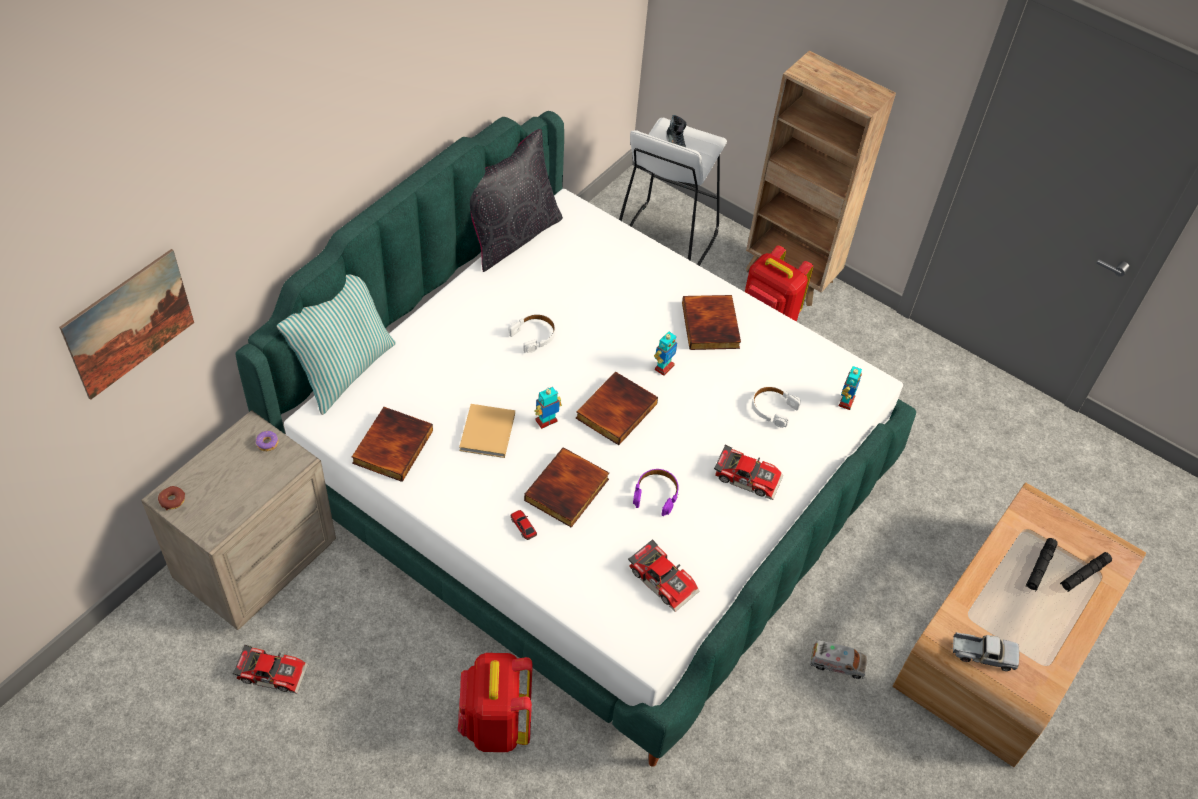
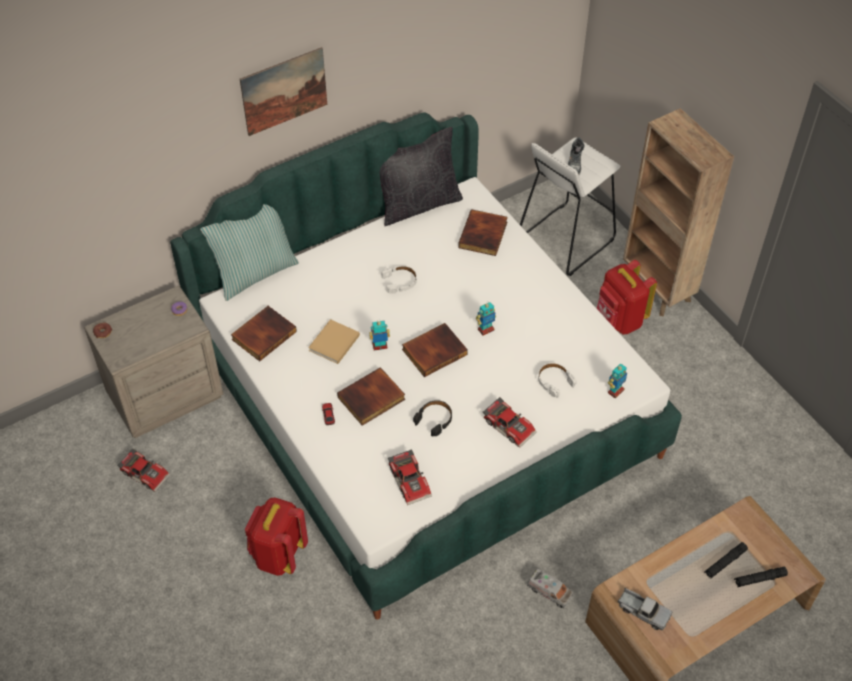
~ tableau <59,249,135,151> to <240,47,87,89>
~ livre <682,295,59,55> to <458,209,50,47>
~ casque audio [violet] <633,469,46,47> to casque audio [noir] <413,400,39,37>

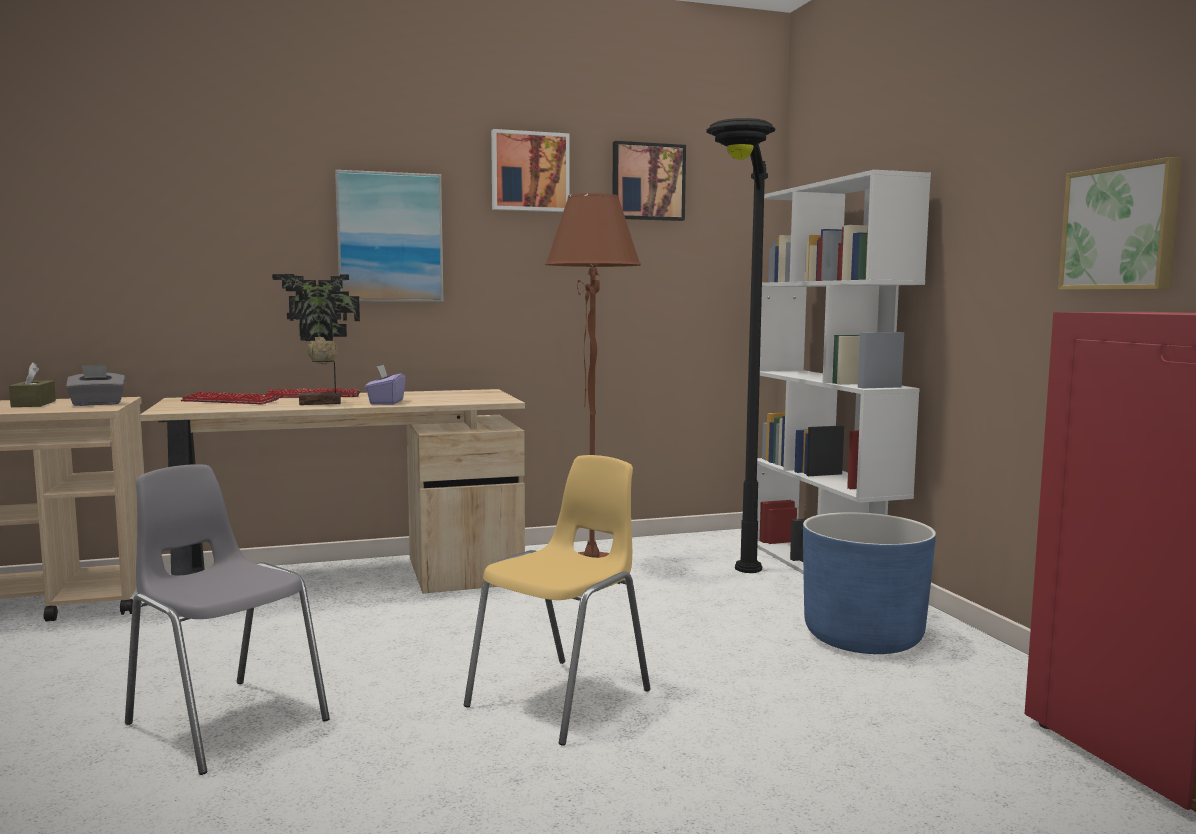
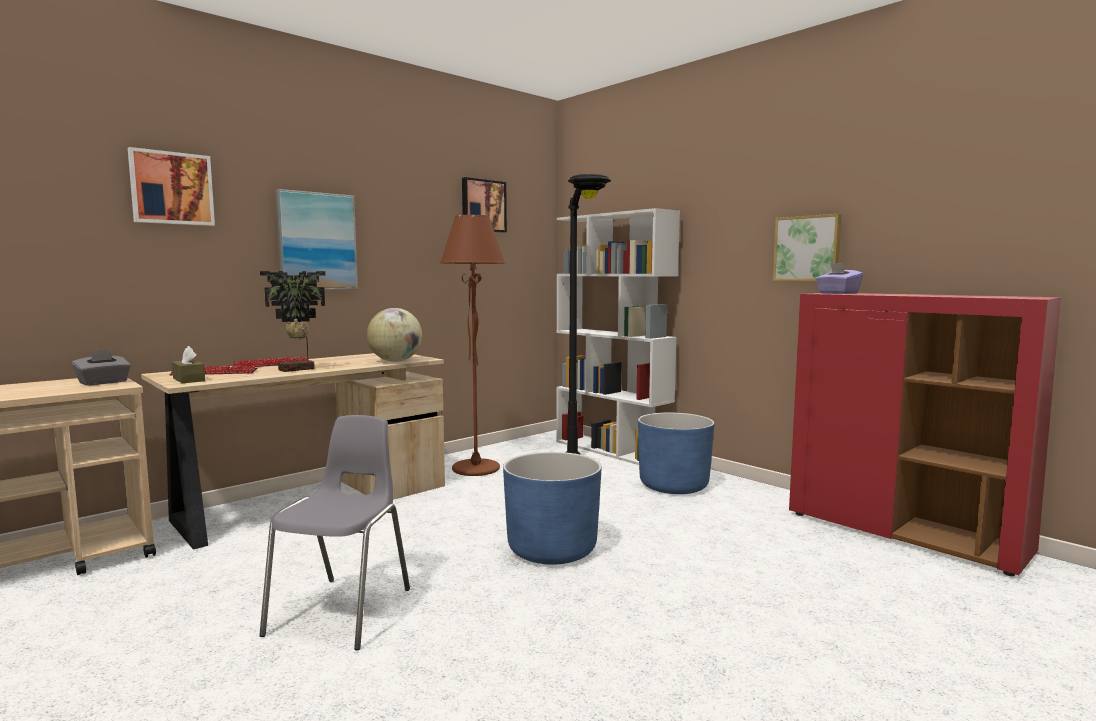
~ tableau <491,129,79,83> to <128,147,87,79>
~ boîte à mouchoirs [marron] <9,363,47,44> to <172,346,33,37>
~ boîte à mouchoirs [violet] <365,364,41,41> to <816,263,47,31>
~ chaise [jaune] <464,455,186,291> to cache-pot [bleu] <503,452,99,113>
~ chaise [gris] <125,464,205,311> = <259,415,151,235> 90 degrees clockwise
+ globe <367,308,55,54>

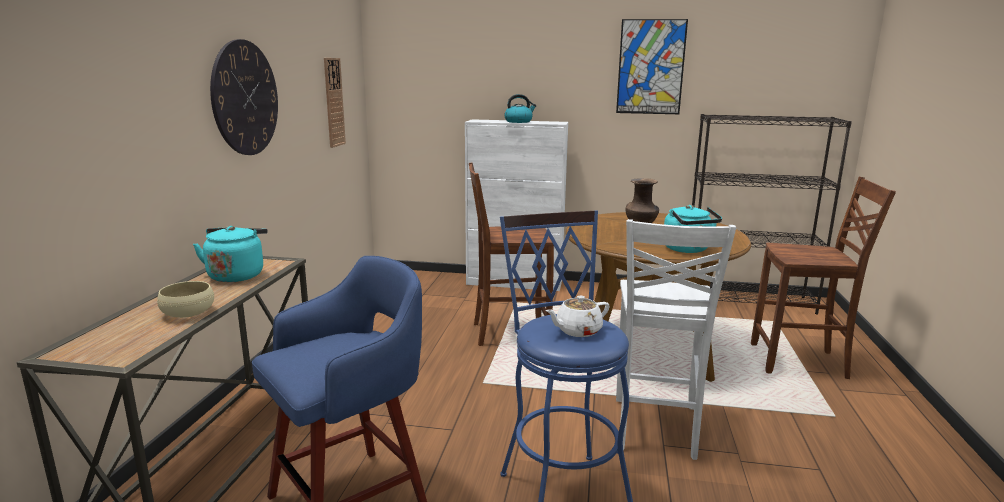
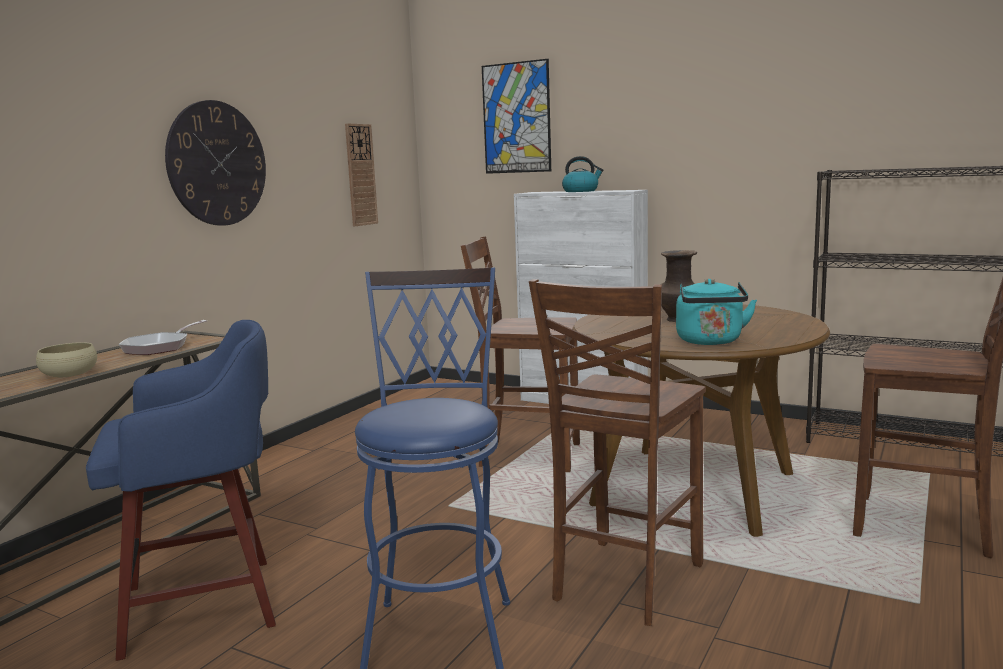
~ tableau <616,19,72,95> to <482,59,69,115>
~ chaise [blanc] <616,219,120,241> to chaise [marron] <529,279,177,347>
~ bouilloire [turquoise] <193,226,75,56> to poêle <119,320,88,35>
- théière [blanc] <546,296,64,41>

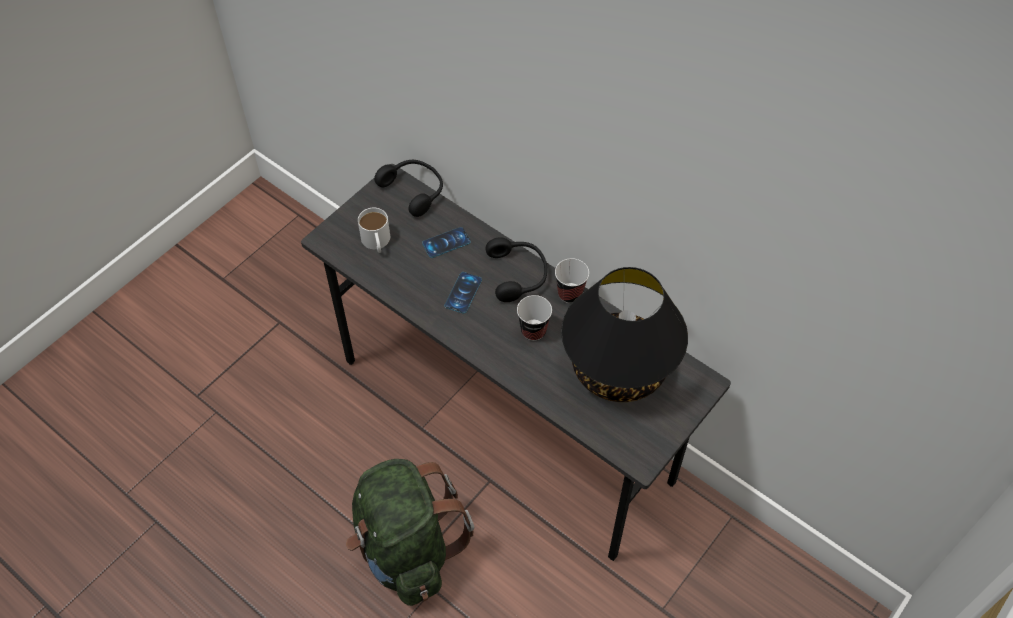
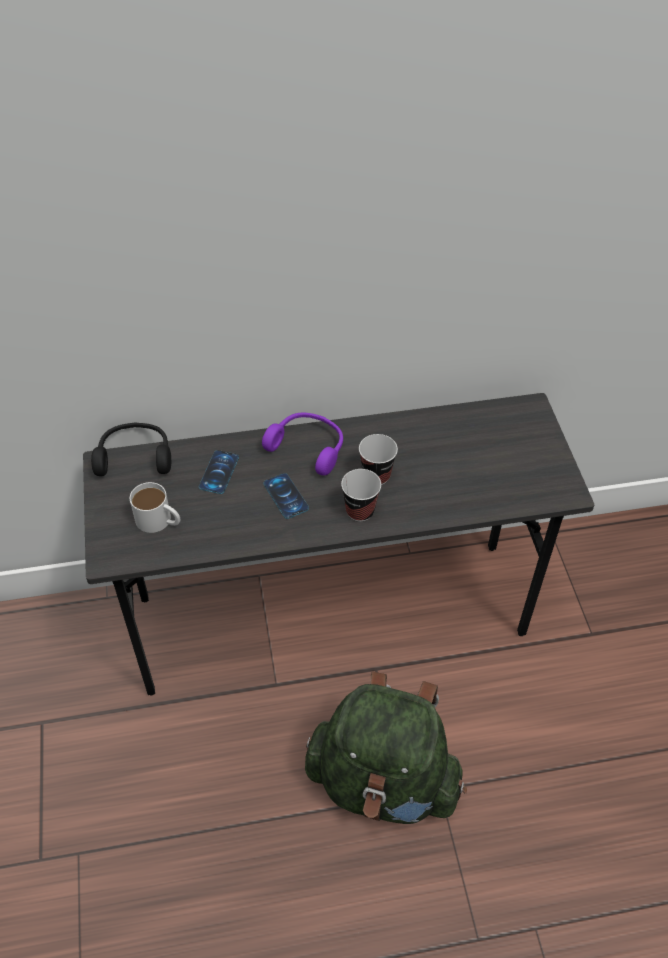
~ casque audio [noir] <485,237,62,65> to casque audio [violet] <262,412,81,64>
~ tasse <555,258,34,46> to <341,469,40,53>
- lampe de table [noir] <561,267,127,135>

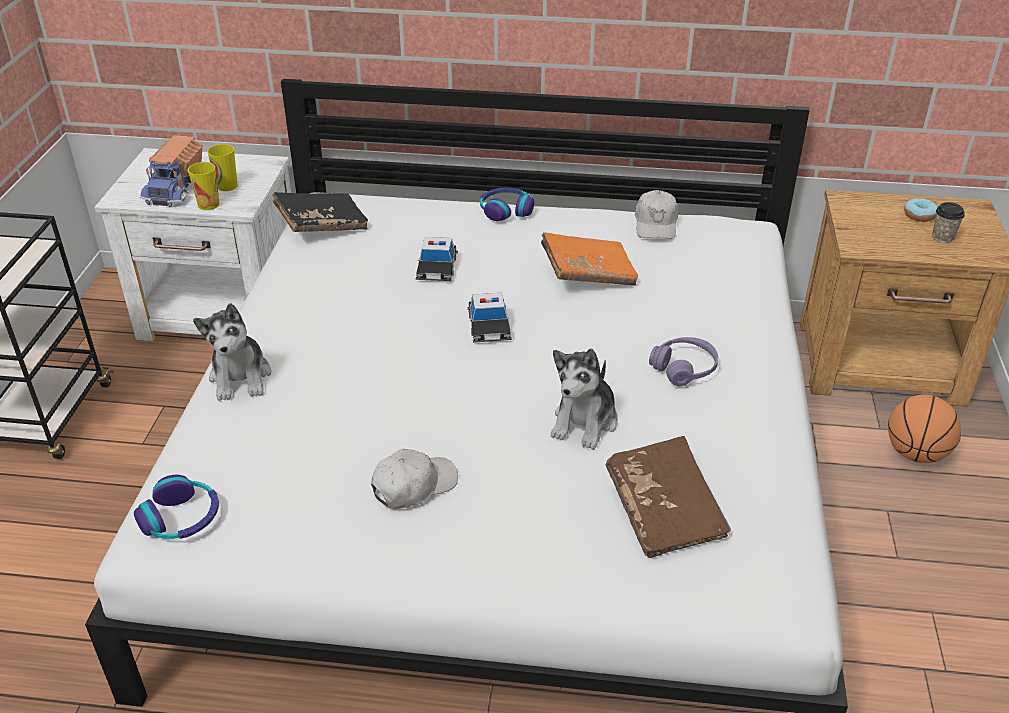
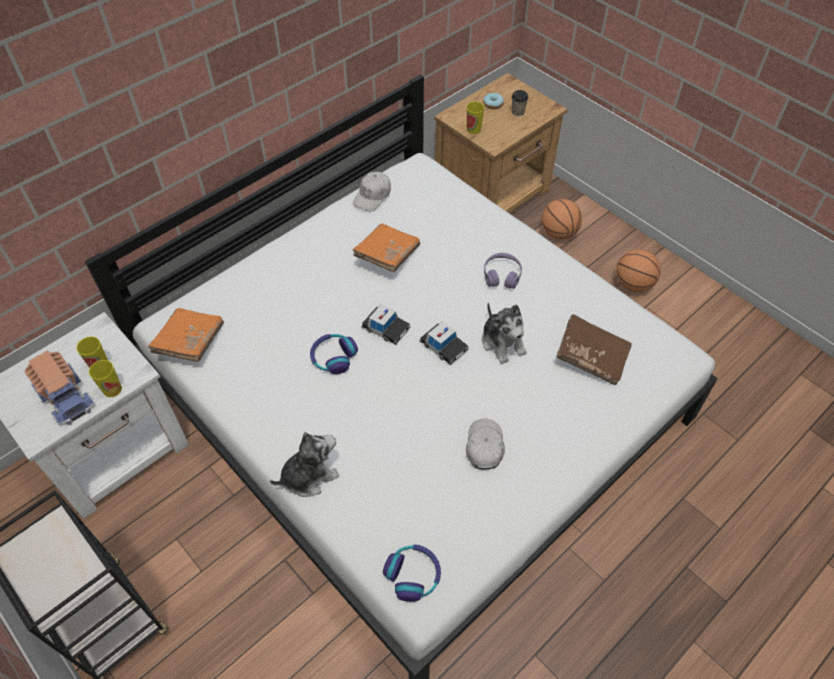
~ casque audio <480,188,54,33> to <310,334,48,40>
~ casquette [blanc] <635,190,43,49> = <353,172,38,39> 75 degrees clockwise
~ livre [noir] <273,192,95,40> to livre [orange] <148,308,76,54>
~ petite voiture <416,237,42,44> to <419,322,50,43>
~ peluche <193,303,78,98> = <270,432,69,65> 60 degrees counterclockwise
+ tasse <467,102,17,32>
+ ballon de basket <616,249,45,43>

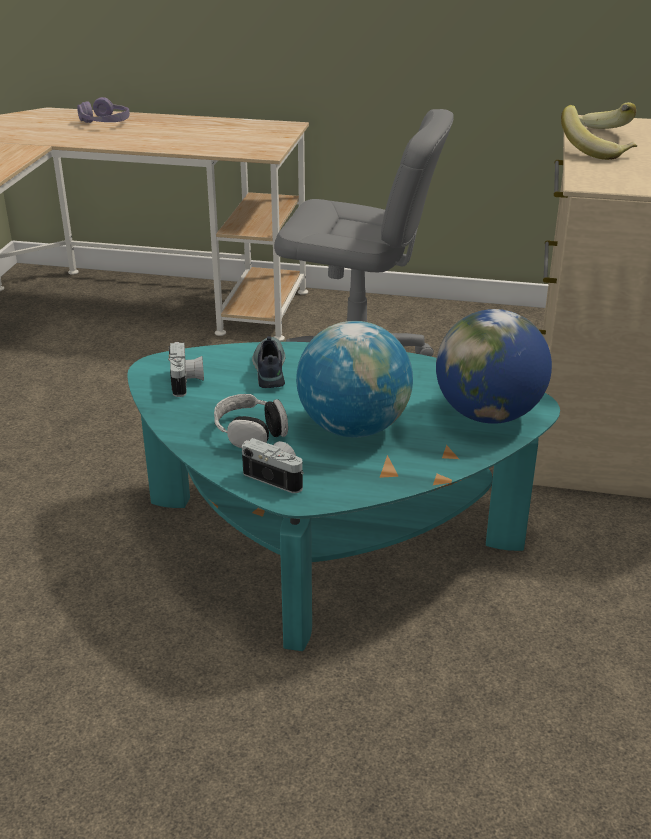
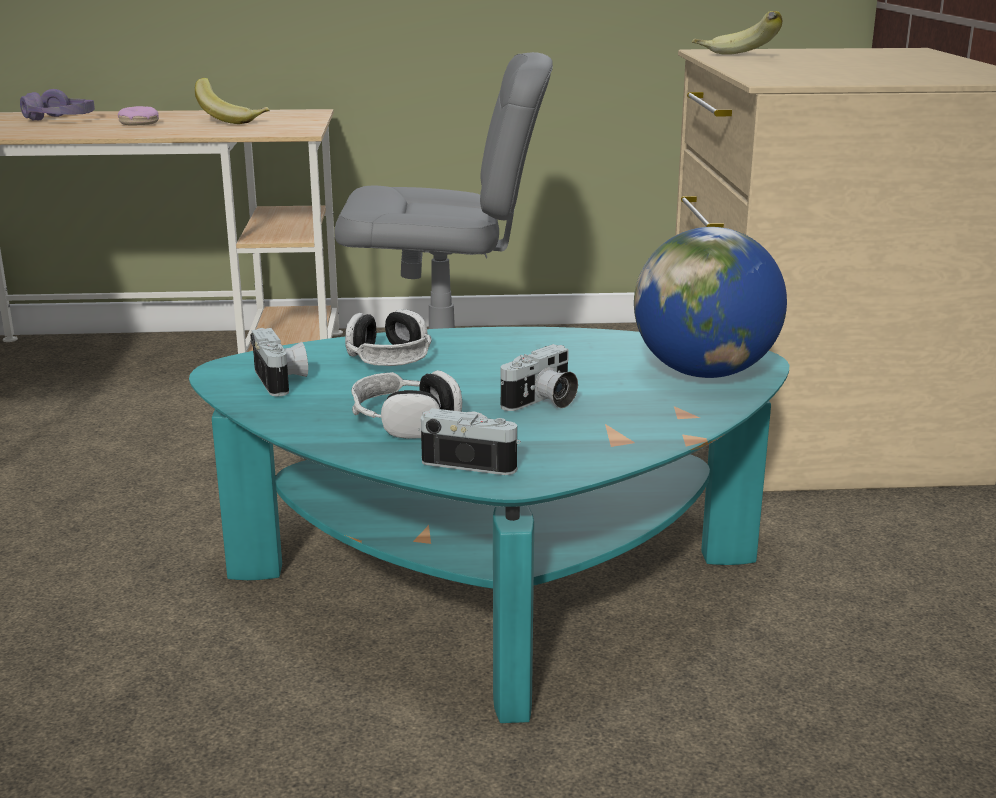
~ banane <561,105,76,55> to <195,78,75,46>
~ globe <296,321,117,116> to appareil photo <501,344,77,67>
~ chaussure <252,337,33,51> to casque audio <345,309,87,57>
+ beignet <118,106,41,20>

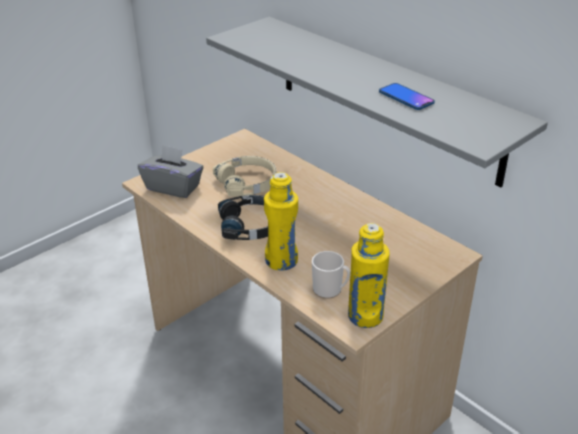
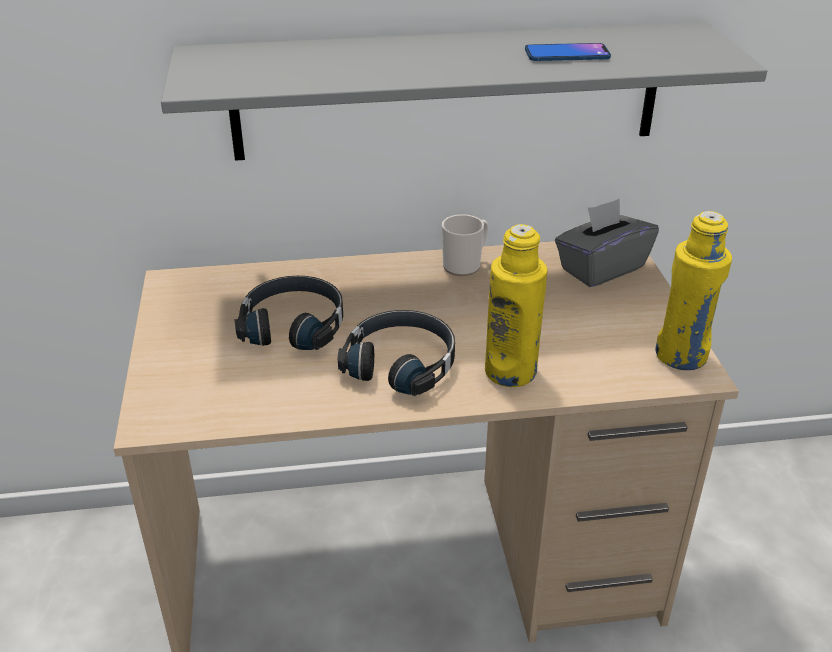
~ boîte à mouchoirs [gris] <138,145,65,53> to <555,198,104,89>
~ casque audio [beige] <213,156,64,40> to casque audio [noir] <234,276,109,74>
~ mug <312,251,39,48> to <442,214,46,62>

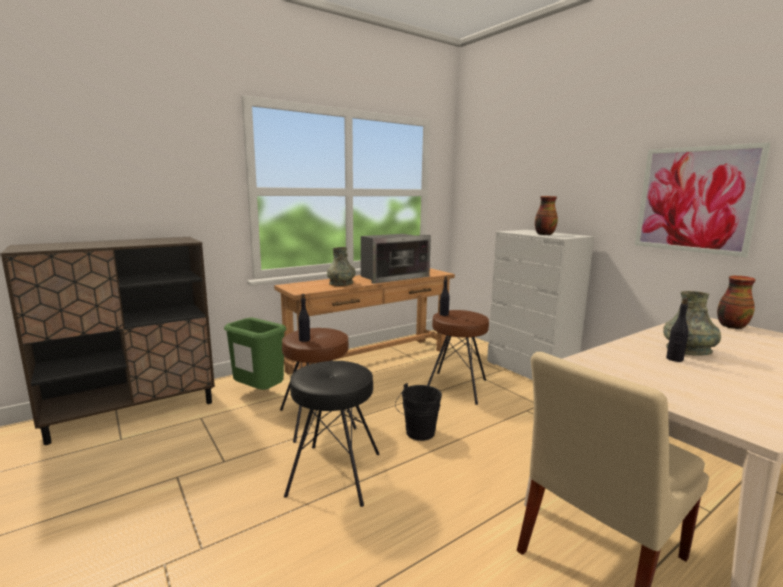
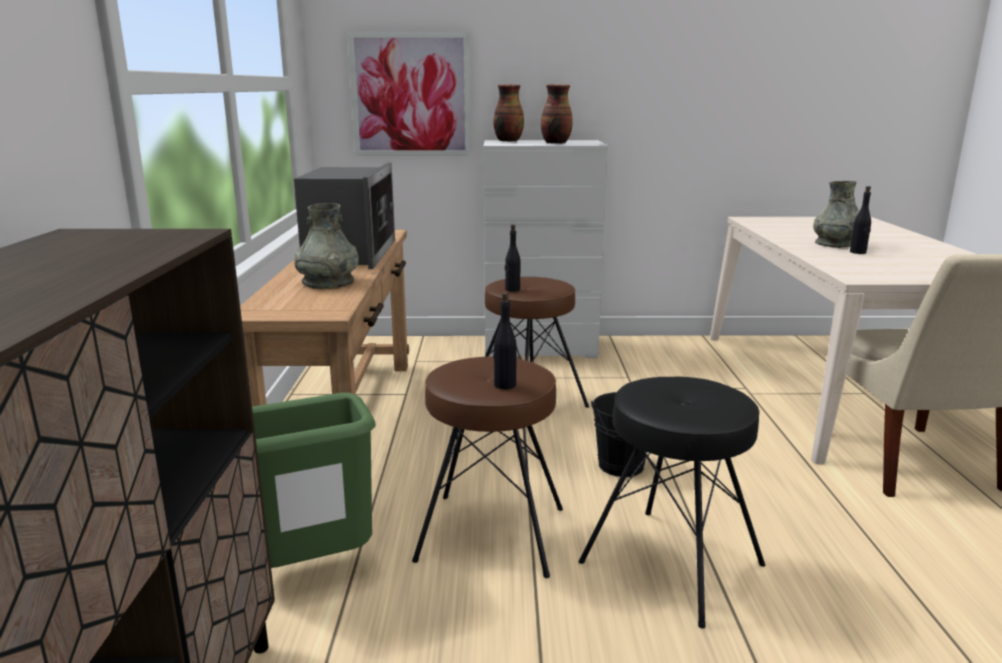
~ tableau <635,142,136,115> to <348,32,123,124>
~ vase <717,276,39,53> to <493,85,31,57>

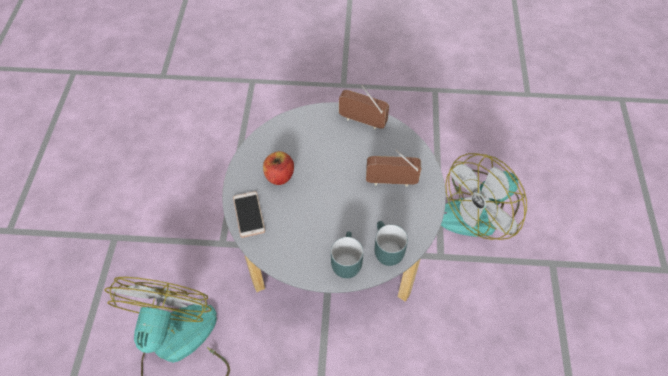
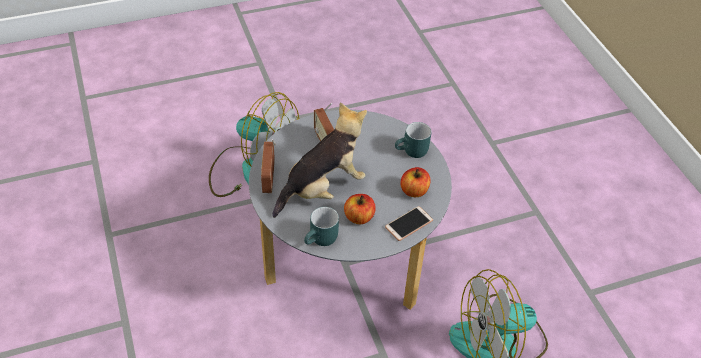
~ mug [turquoise] <374,221,34,45> to <304,207,35,39>
+ peluche <272,102,95,116>
+ pomme <400,167,31,30>

